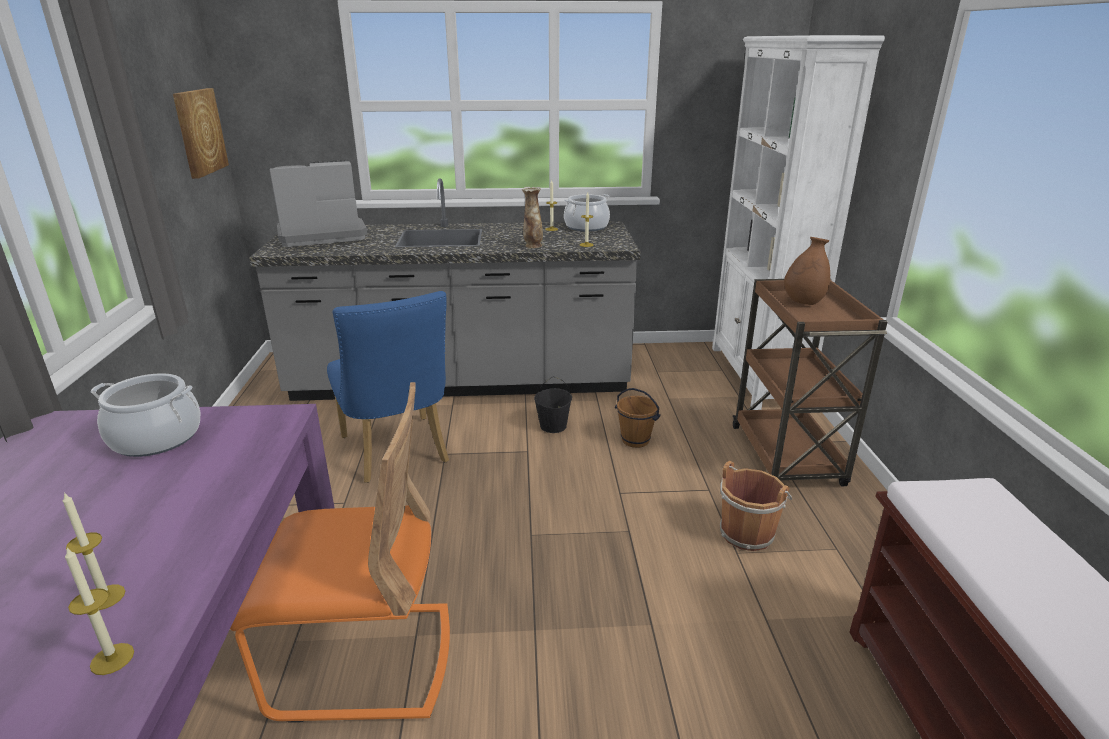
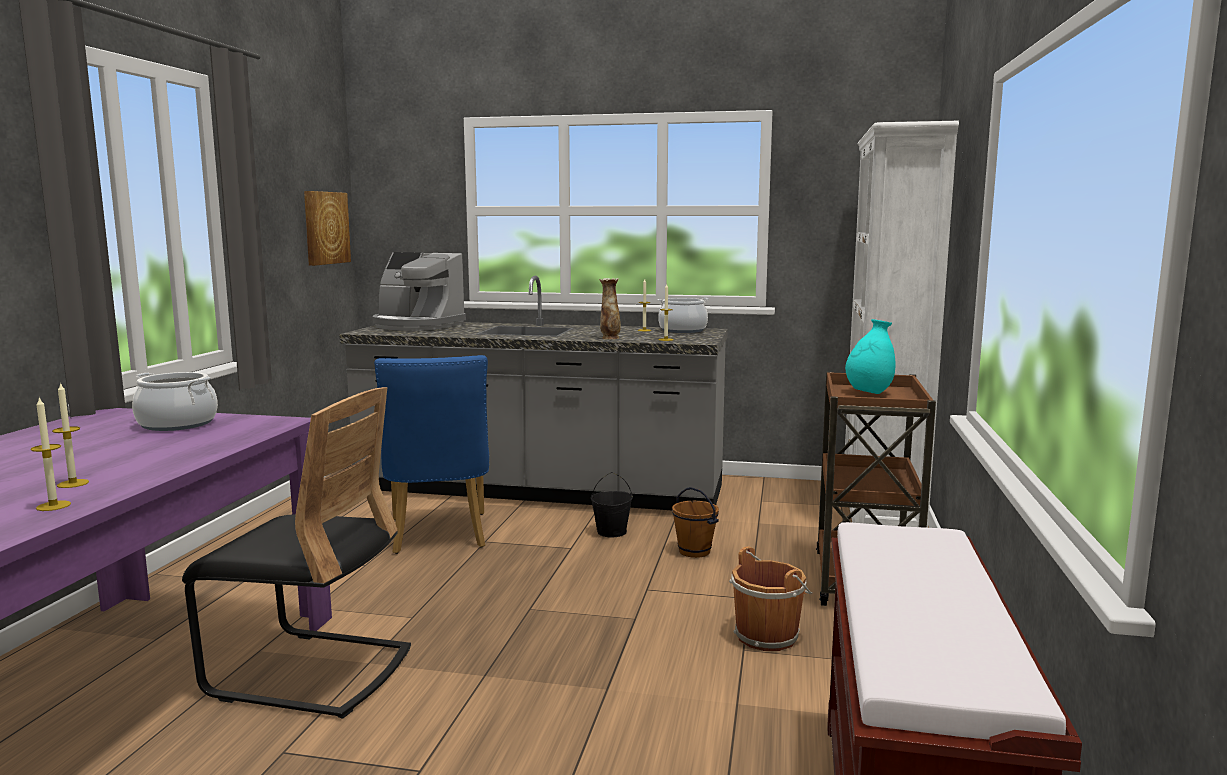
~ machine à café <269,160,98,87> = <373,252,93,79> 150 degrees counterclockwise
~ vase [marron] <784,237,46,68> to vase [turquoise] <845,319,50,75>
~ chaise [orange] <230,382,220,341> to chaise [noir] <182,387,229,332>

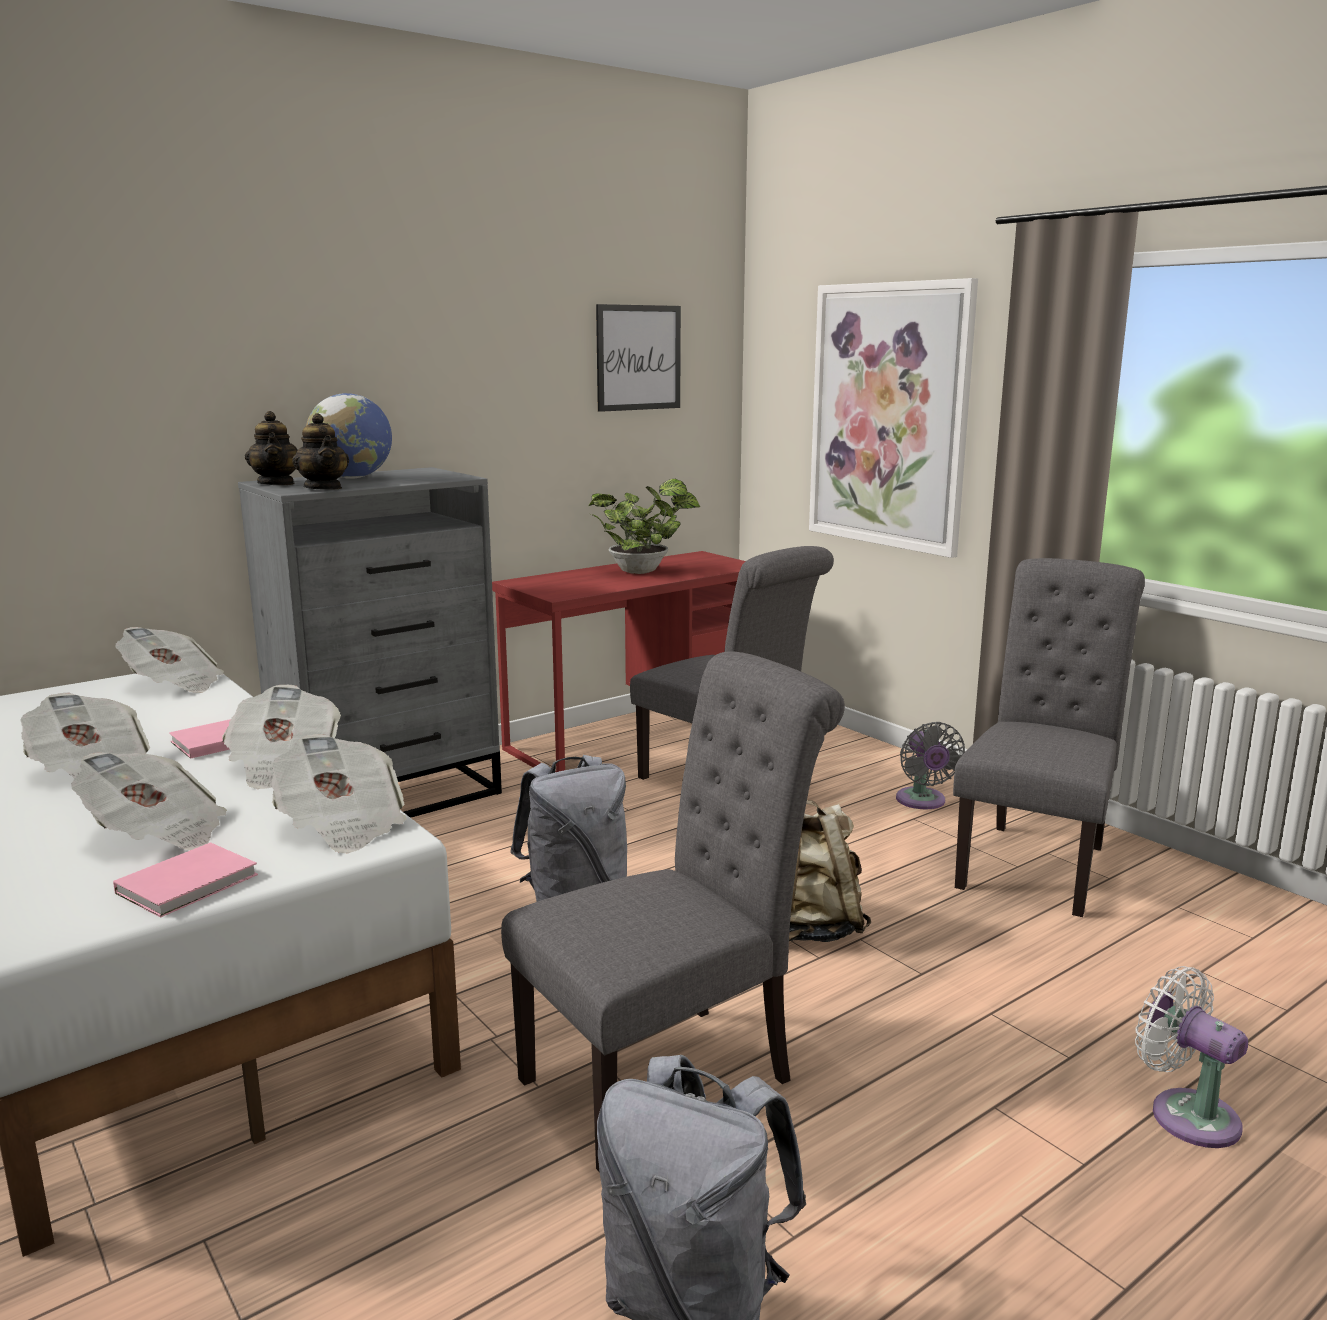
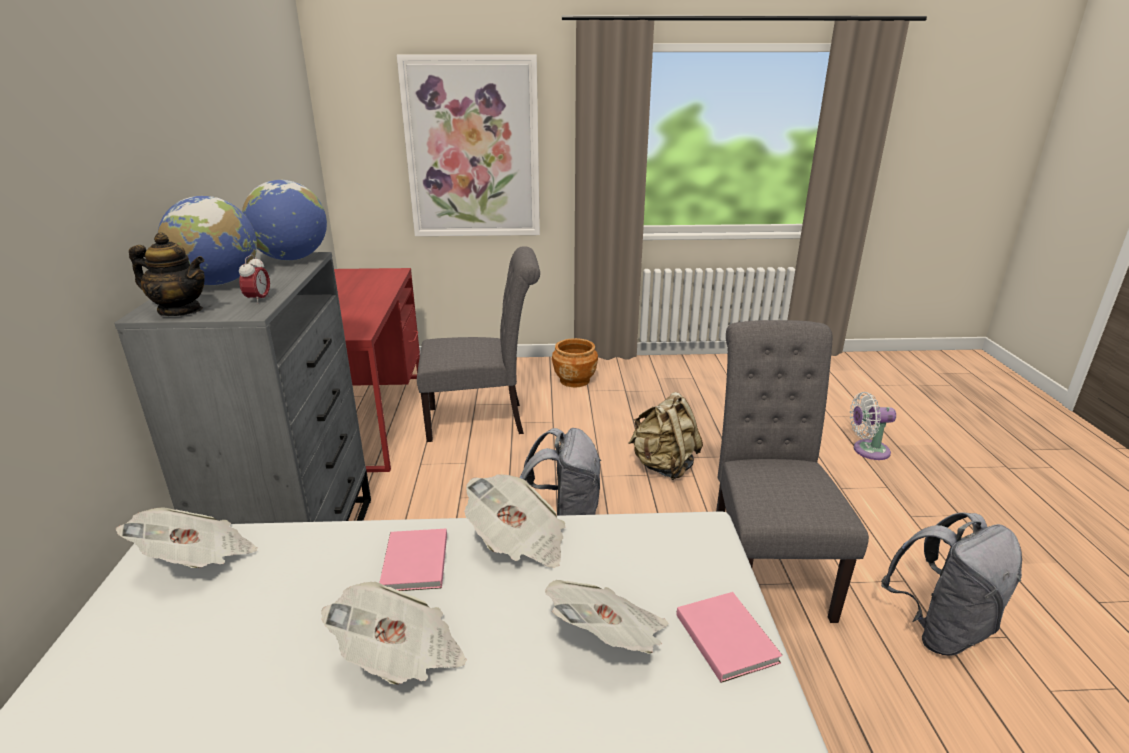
- tableau <596,304,85,108>
~ théière <292,413,57,77> to réveil <239,255,31,50>
- plante en pot <587,479,113,95>
- chaise [gris] <953,558,192,359>
~ ventilateur [gris] <896,722,69,87> to cache-pot [marron] <552,338,46,49>
- journal <272,734,134,120>
+ globe <242,180,85,81>

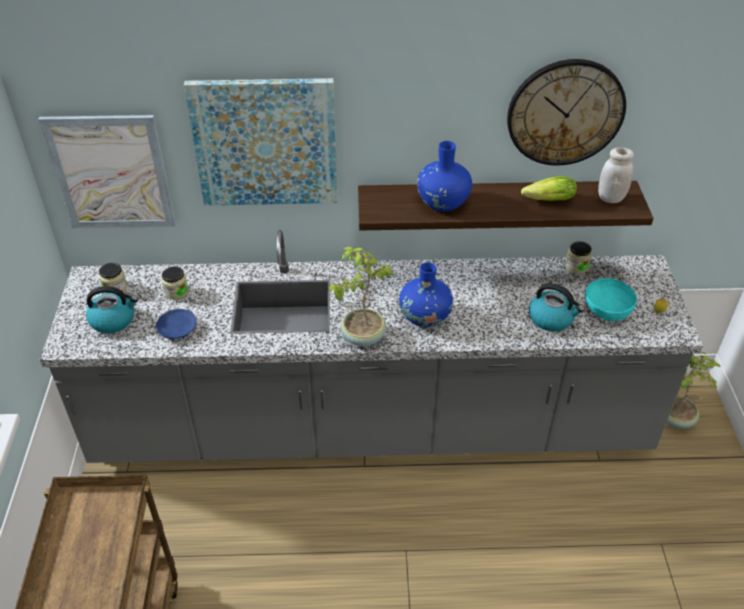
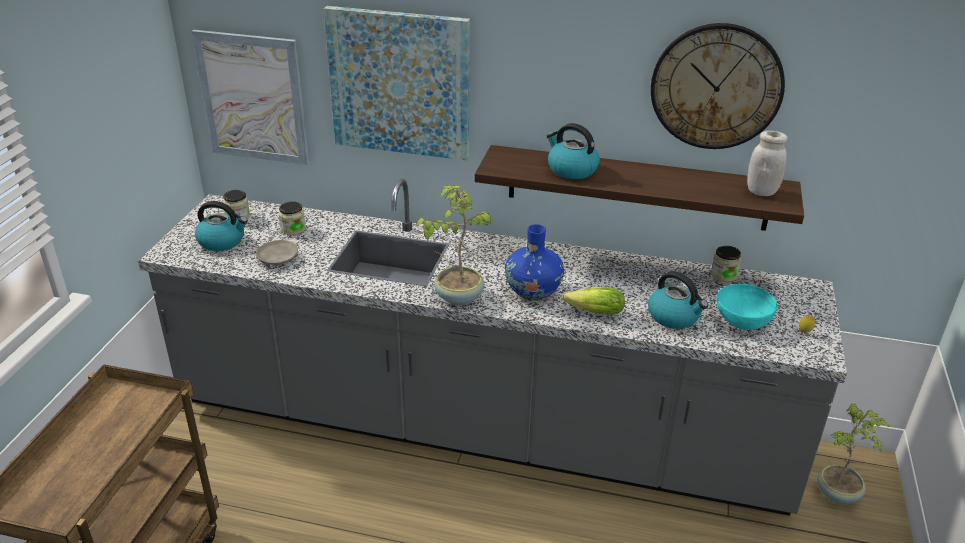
~ vase [bleu] <417,141,55,71> to bouilloire <546,123,54,56>
~ laitue <521,176,56,25> to <563,287,62,28>
~ assiette [bleu] <156,309,40,30> to assiette [beige] <256,240,42,25>

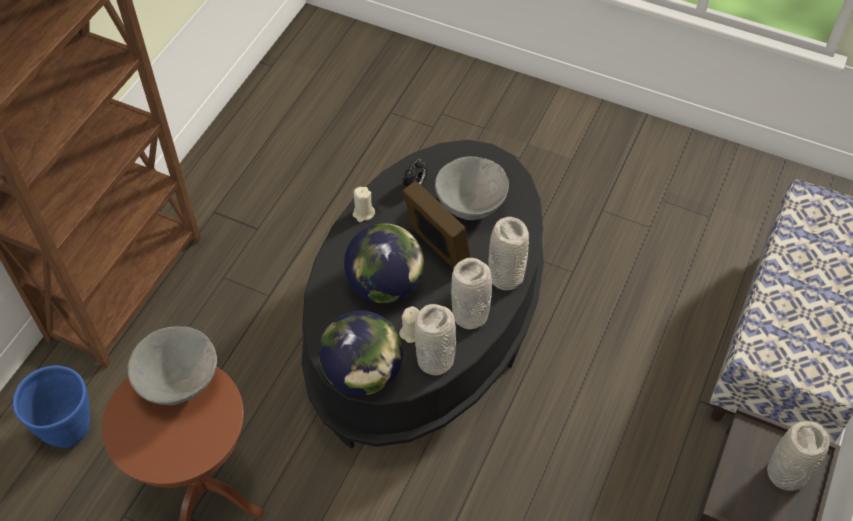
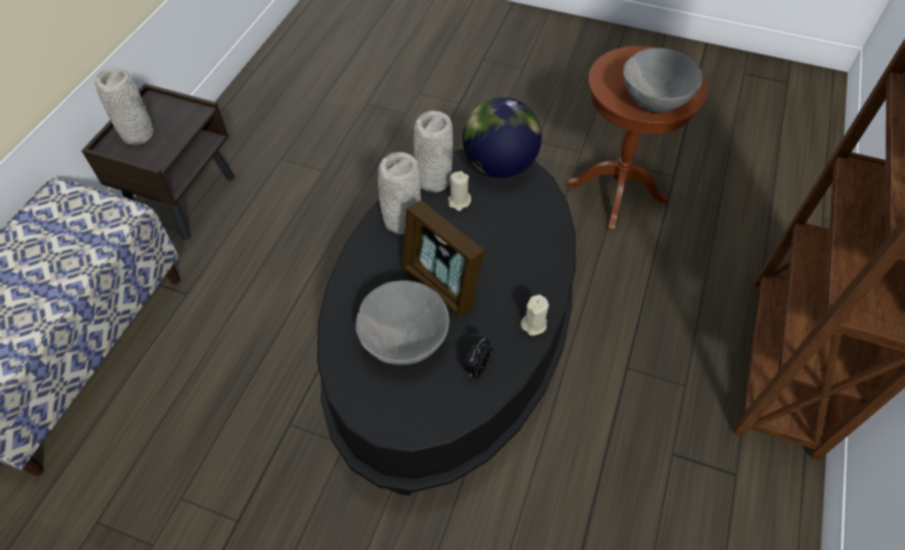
- vase [gris] <488,217,41,74>
- globe <344,223,80,80>
- cache-pot [bleu] <13,365,77,83>

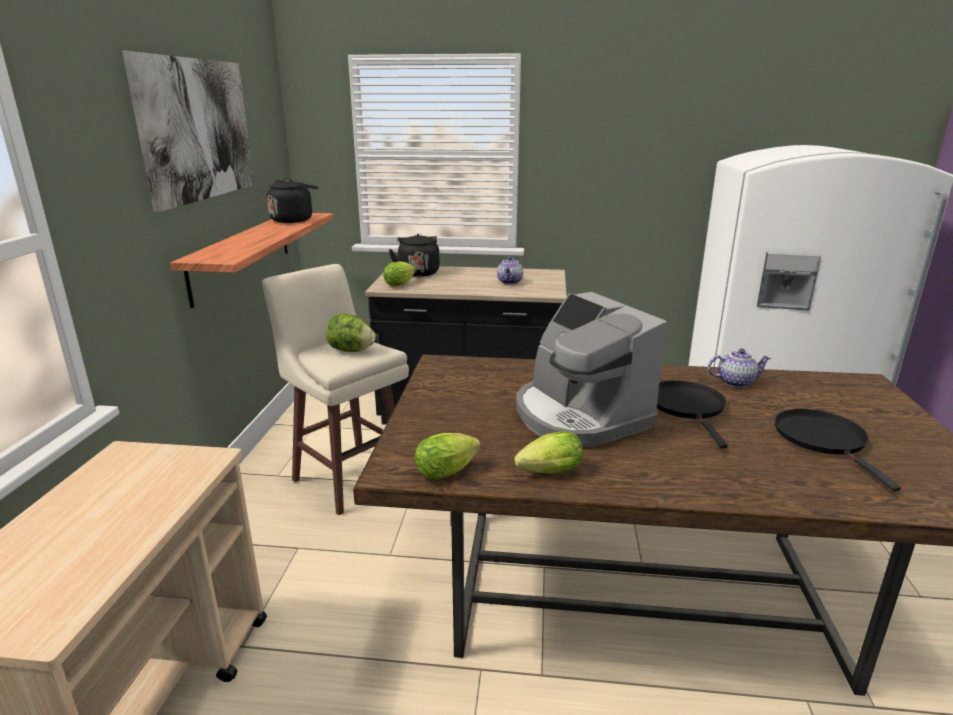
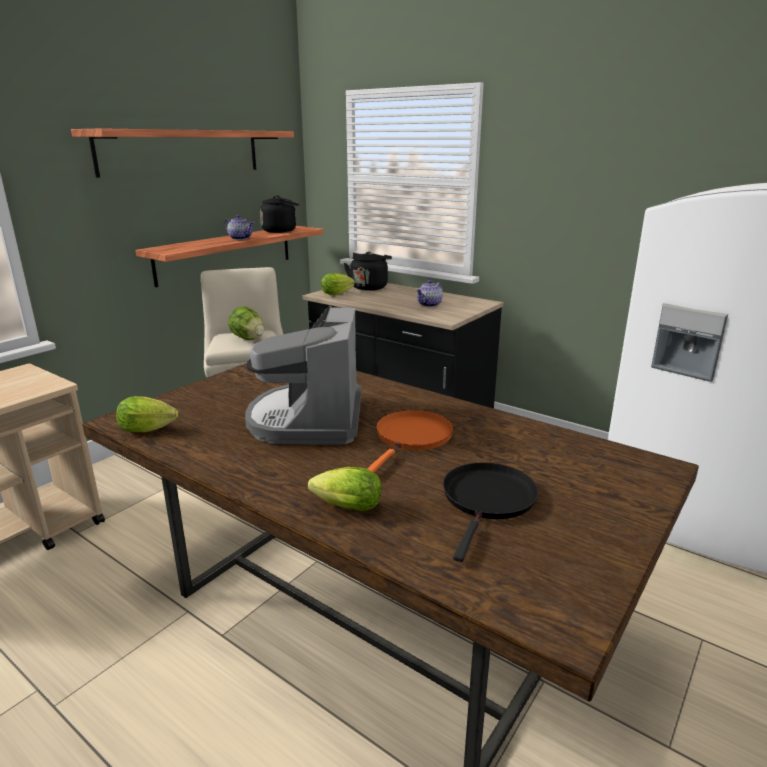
~ tableau <122,51,133,161> to étagère <71,128,223,50>
~ théière <708,349,63,39> to <224,215,31,25>
~ poêle [noir] <657,380,71,68> to poêle [orange] <367,410,87,63>
~ laitue <514,431,69,43> to <308,467,73,44>

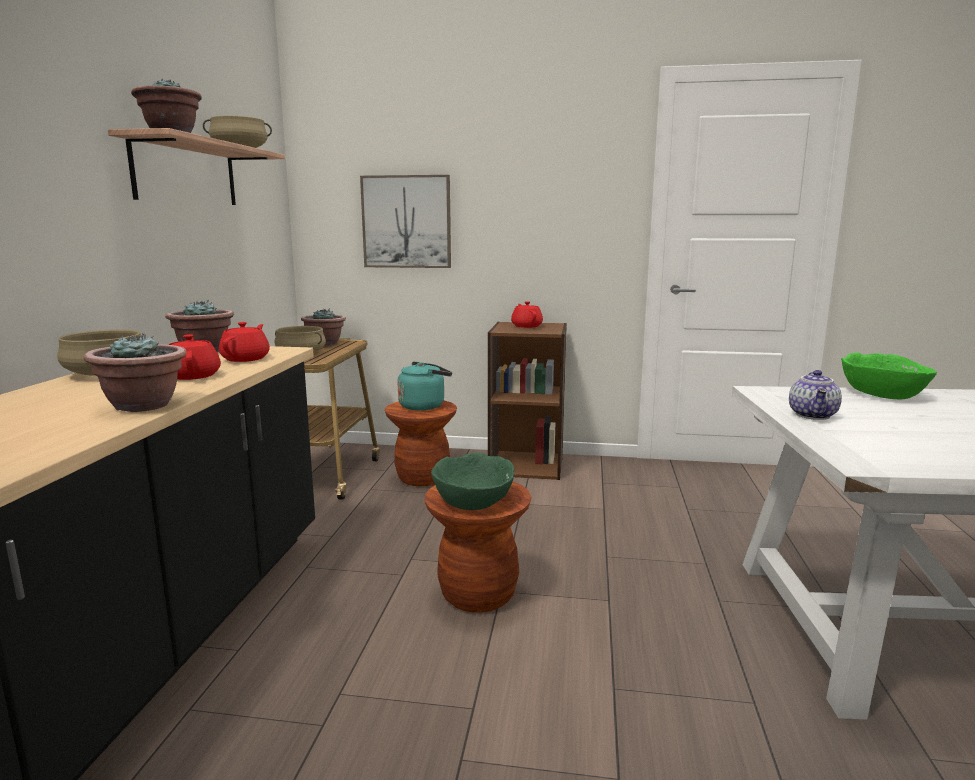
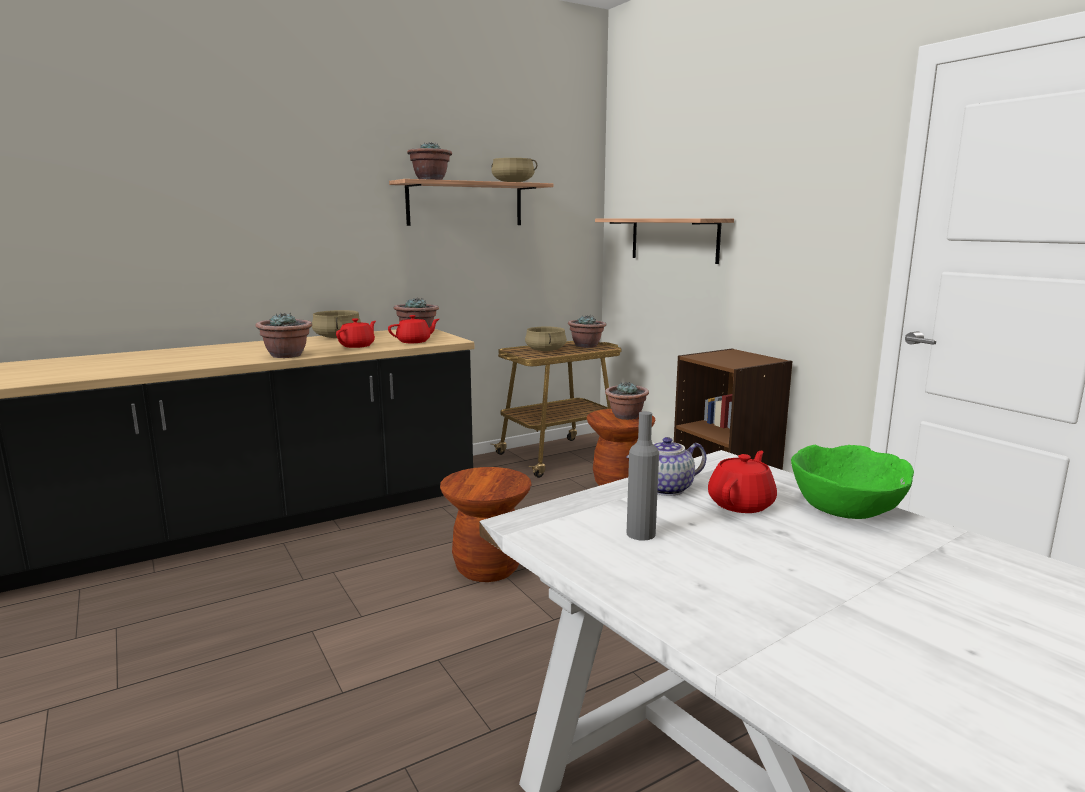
~ tableau <360,175,91,93> to étagère <595,218,139,46>
~ théière [rouge] <511,301,32,27> to <708,451,69,62>
~ bouilloire [turquoise] <398,362,54,49> to plante en pot <605,382,44,38>
- bol [vert] <431,453,83,57>
+ bouteille [gris] <627,411,32,130>

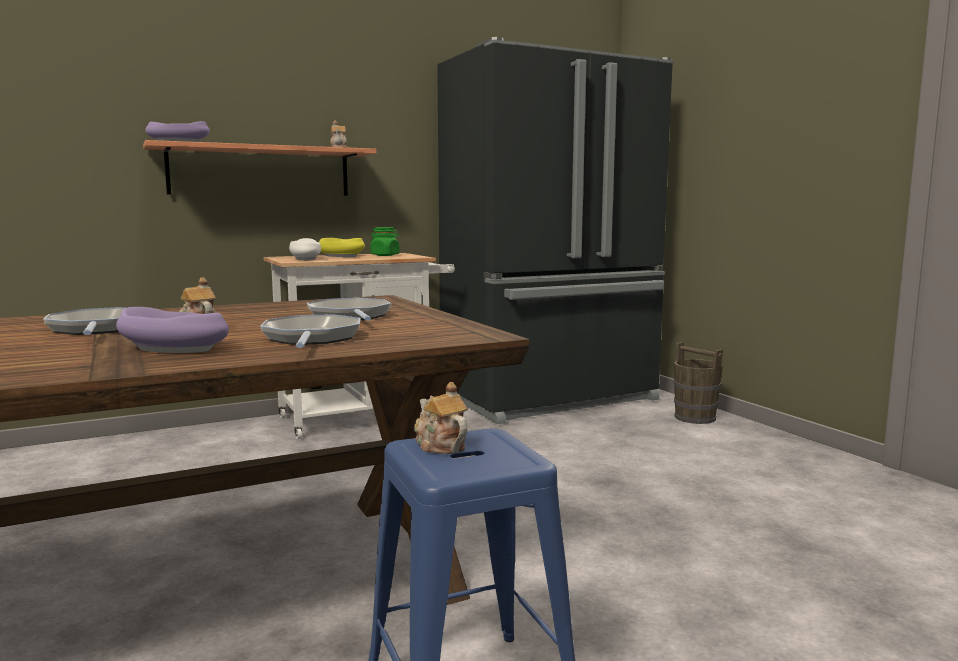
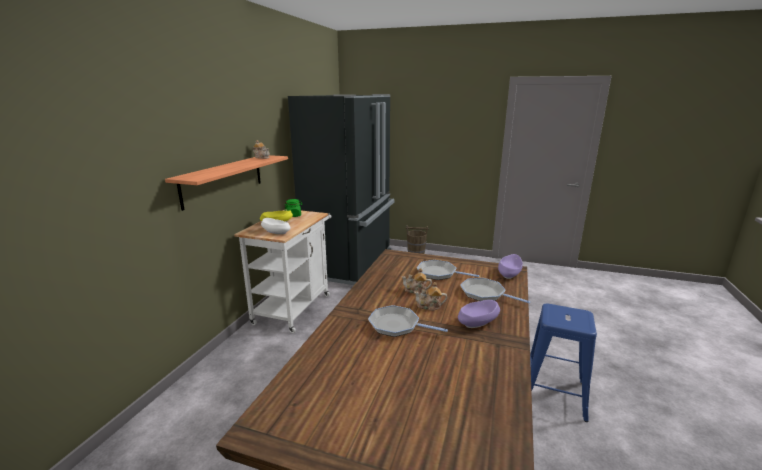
~ bol [violet] <145,121,65,21> to <498,254,25,25>
~ théière <414,382,54,72> to <401,268,31,26>

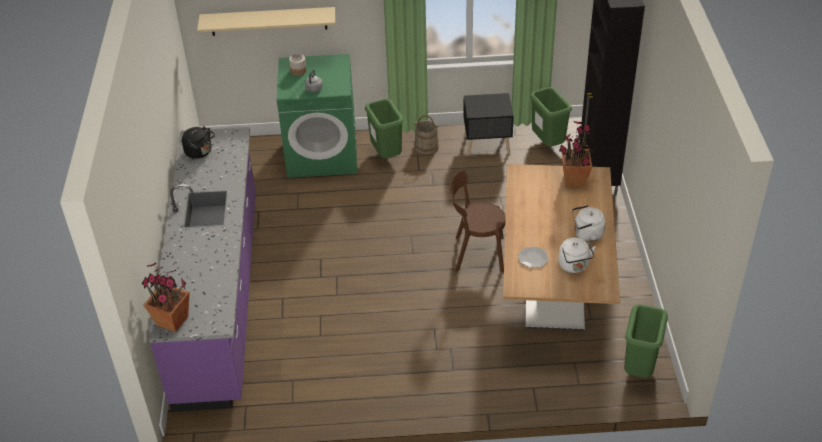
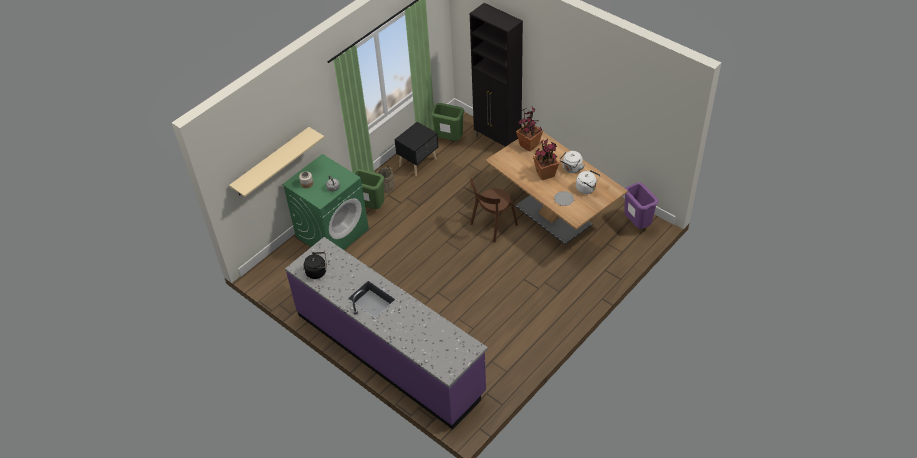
~ plante en pot <142,263,48,69> to <533,139,26,41>
~ poubelle [vert] <624,304,44,74> to poubelle [violet] <624,182,34,47>

